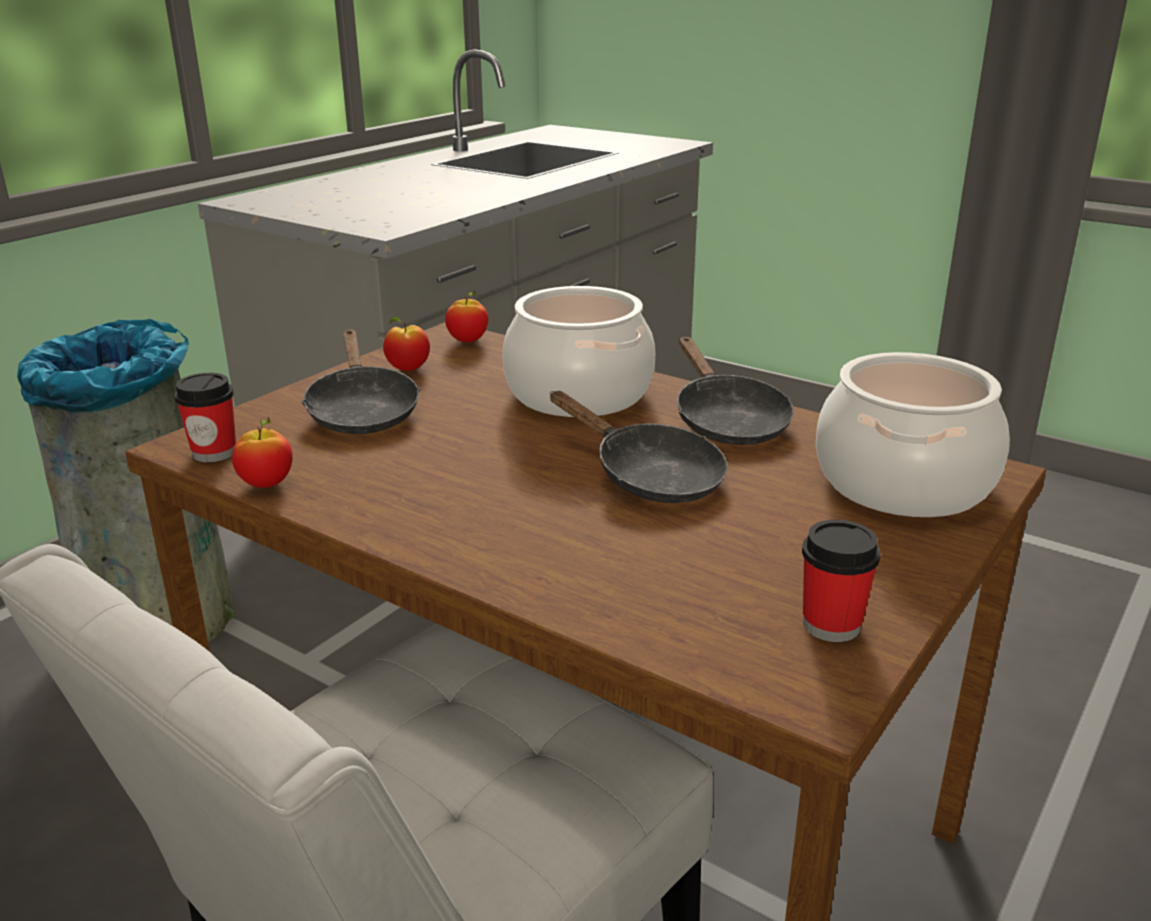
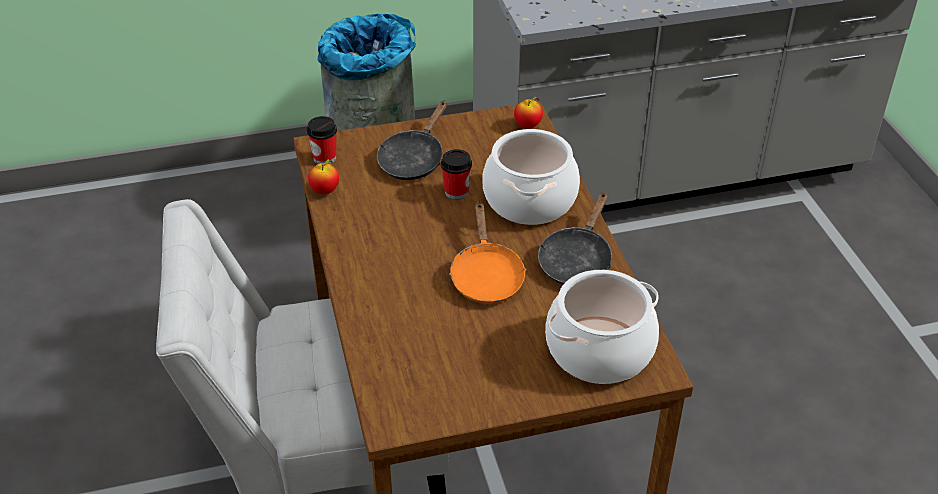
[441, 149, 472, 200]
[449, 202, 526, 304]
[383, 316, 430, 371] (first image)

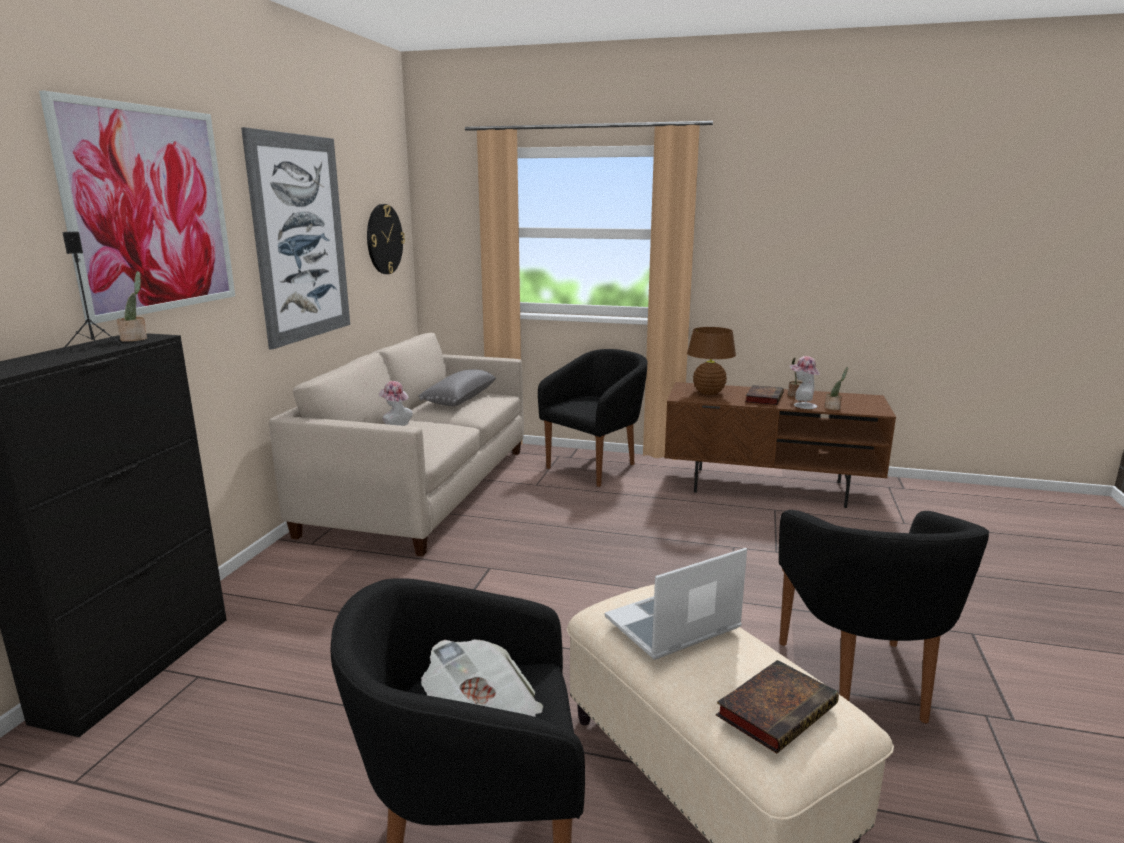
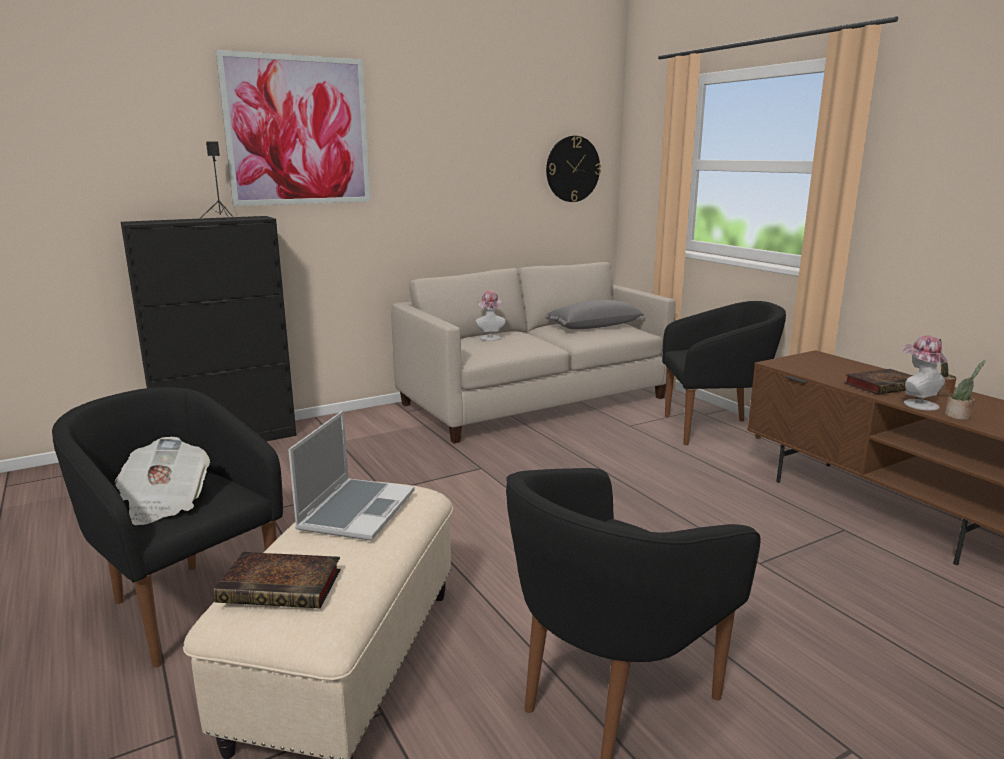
[288, 411, 415, 541]
[117, 271, 147, 342] (first image)
[241, 127, 350, 350] (first image)
[687, 327, 736, 395] (first image)

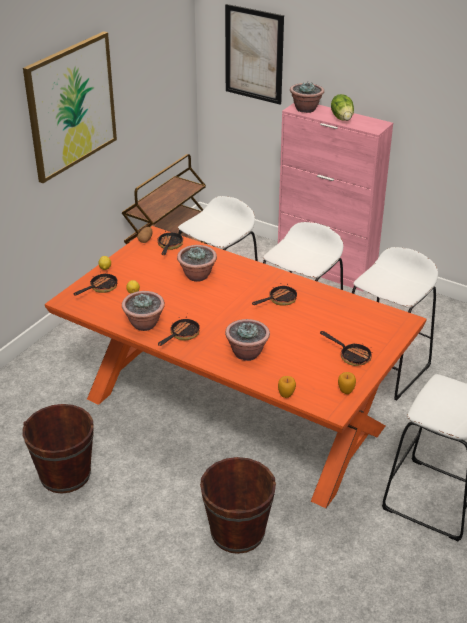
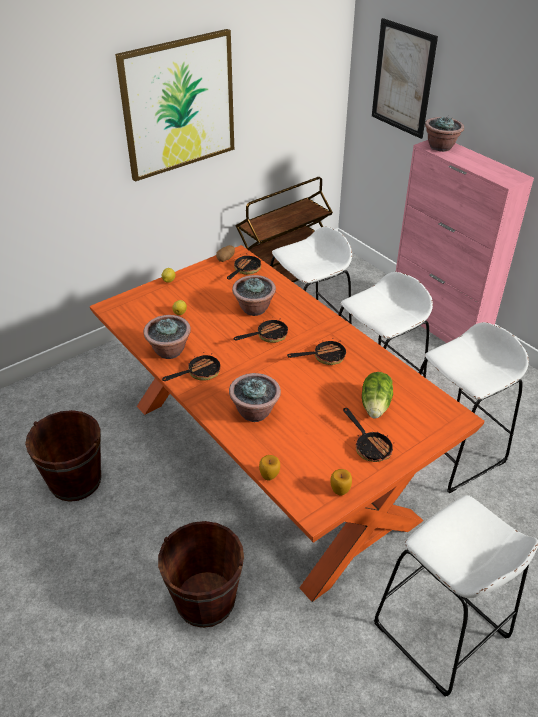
[234, 317, 288, 343]
[362, 372, 393, 419]

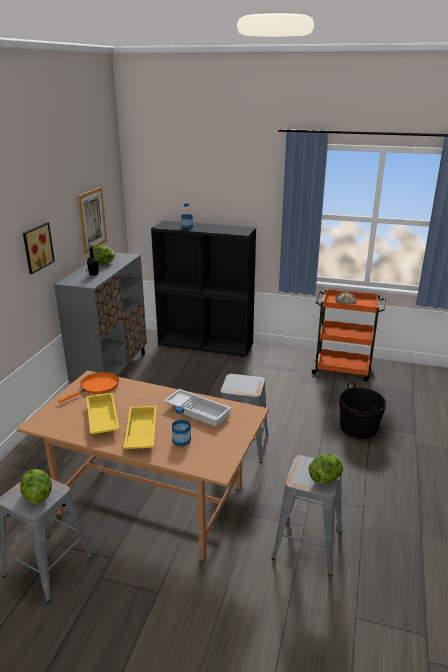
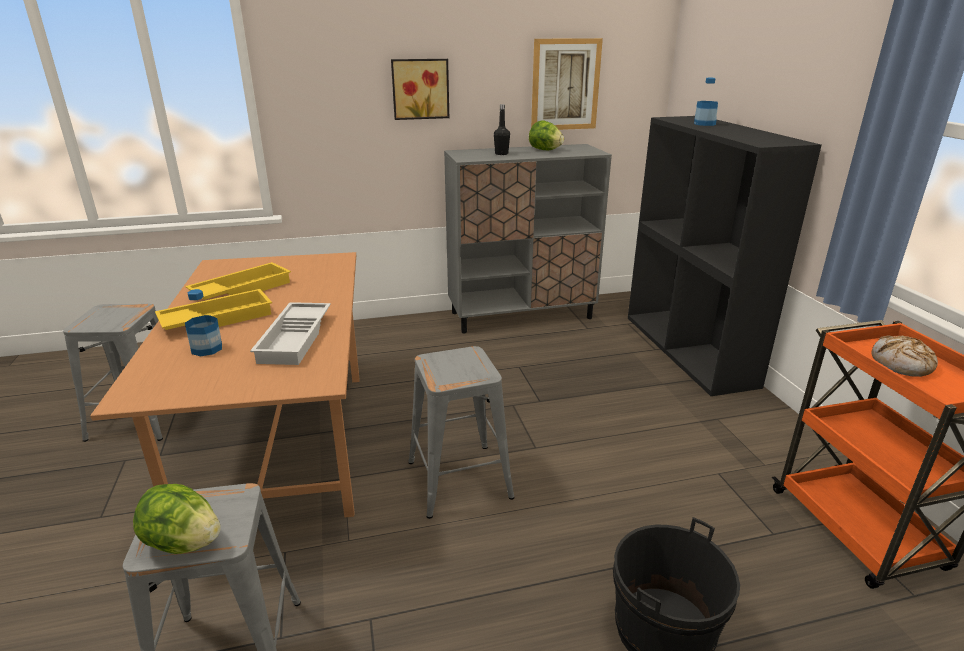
[20, 469, 52, 504] (first image)
[58, 372, 119, 403] (first image)

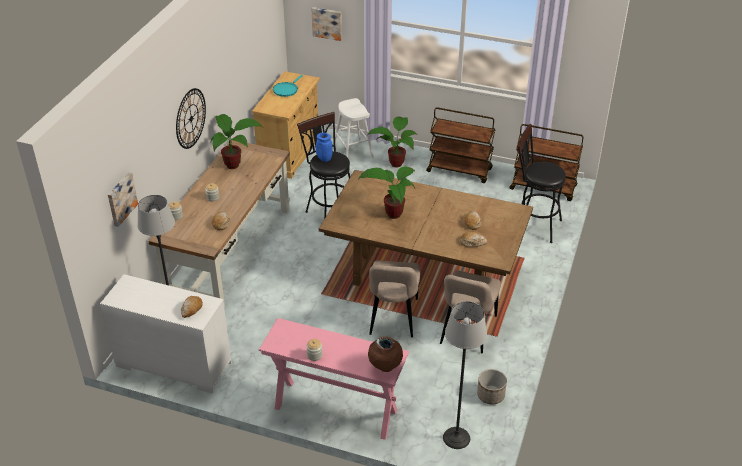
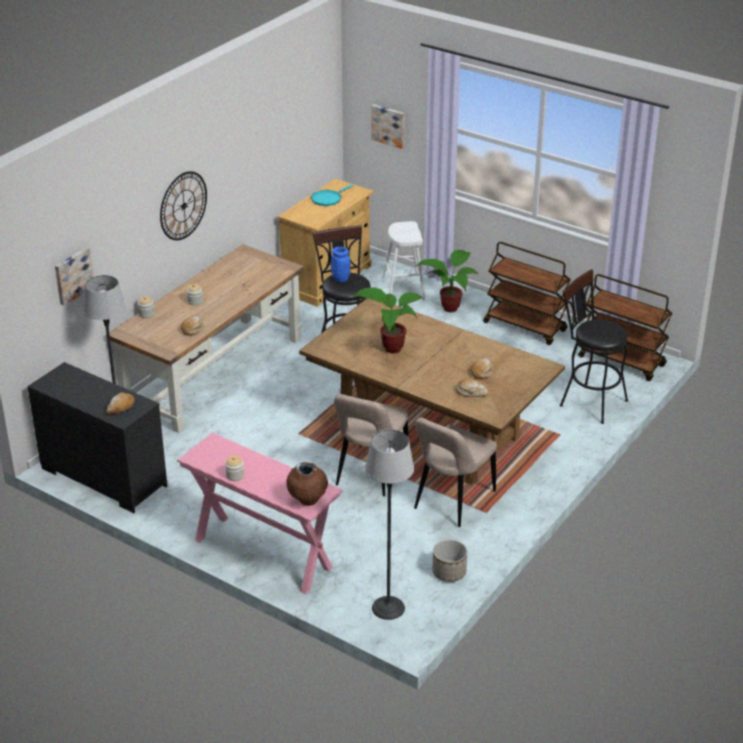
[28, 362, 168, 513]
[211, 114, 262, 169] (first image)

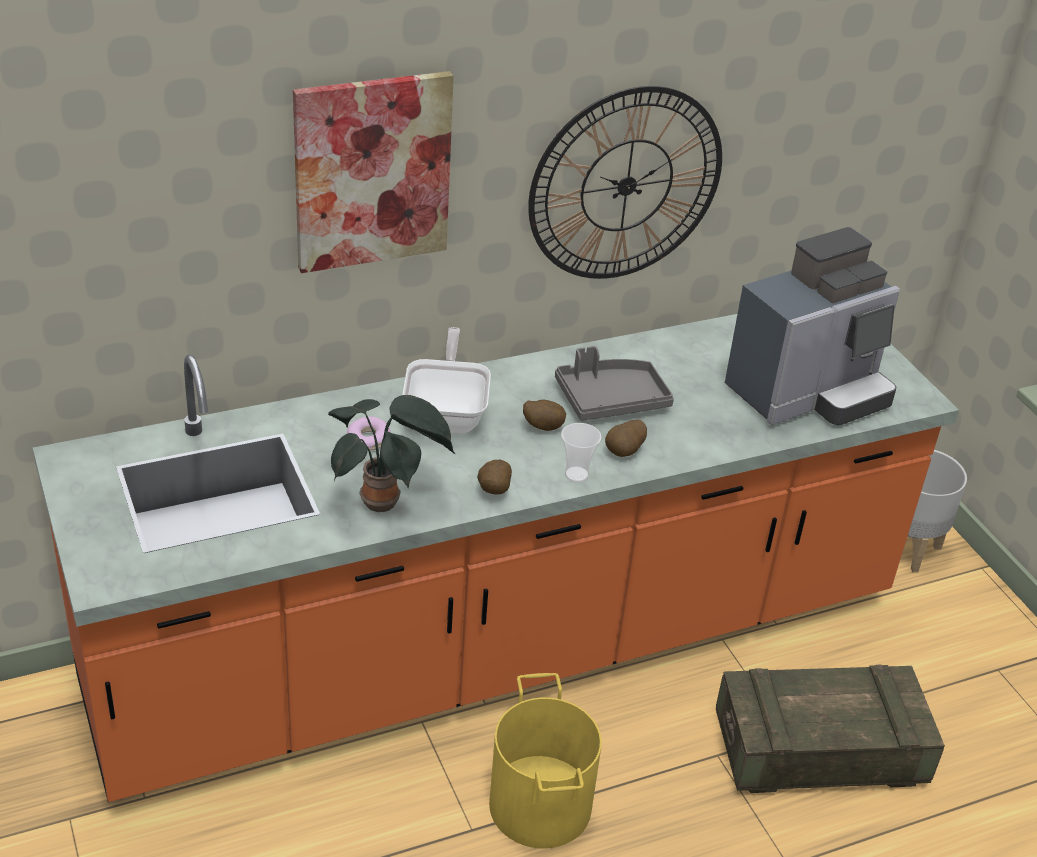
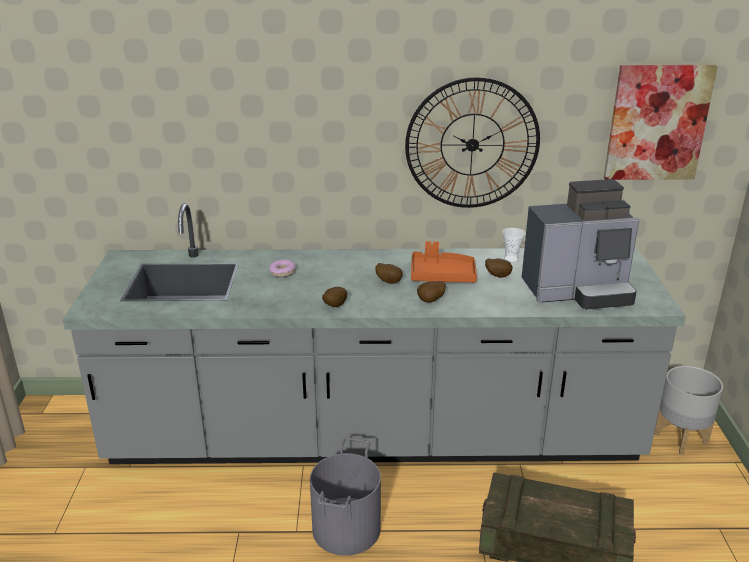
[62, 203, 686, 464]
[310, 437, 381, 556]
[411, 241, 477, 282]
[485, 258, 513, 278]
[502, 228, 526, 262]
[604, 65, 718, 180]
[328, 395, 455, 512] (first image)
[402, 327, 491, 434] (first image)

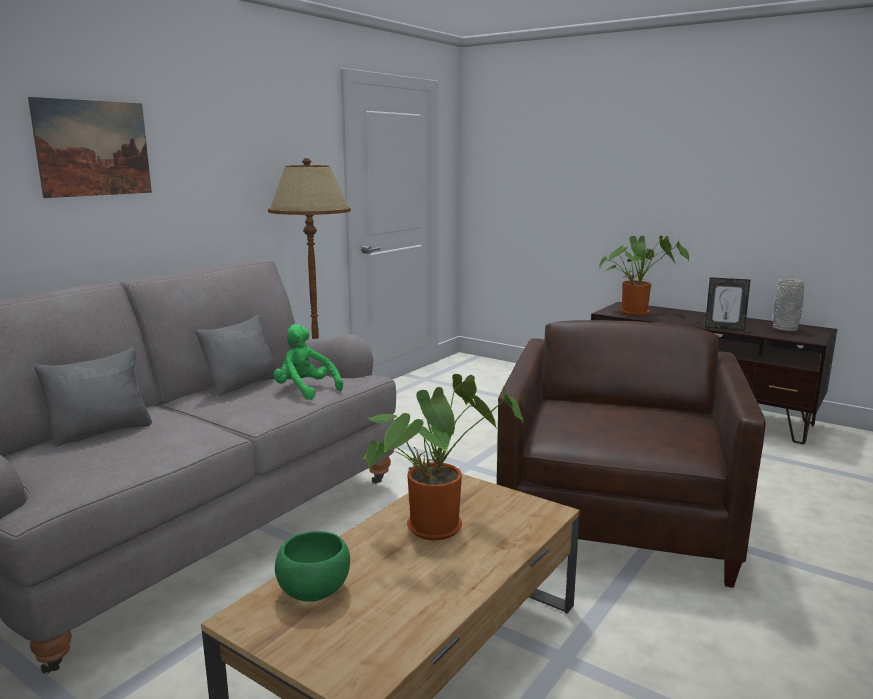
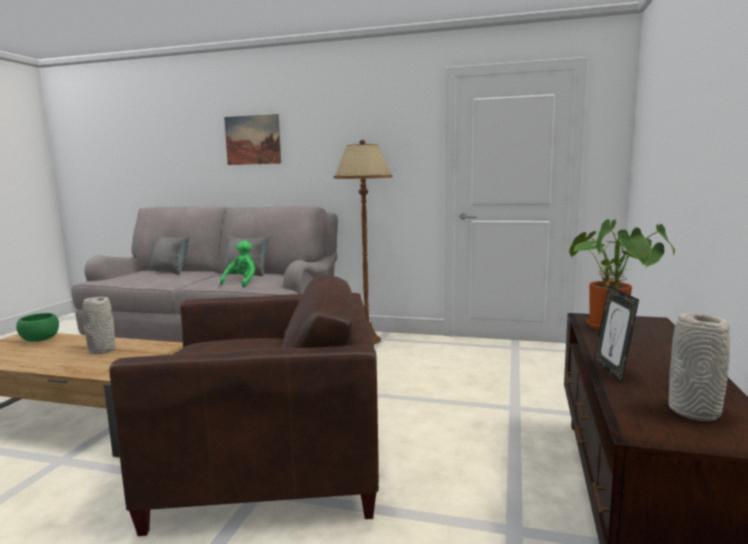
[82, 297, 115, 354]

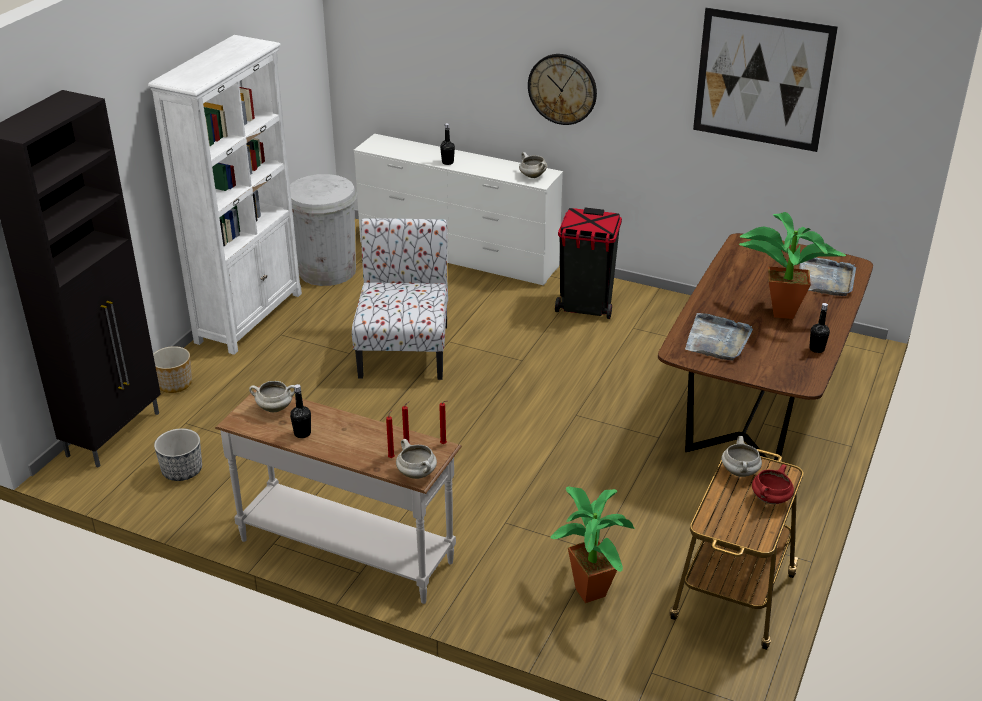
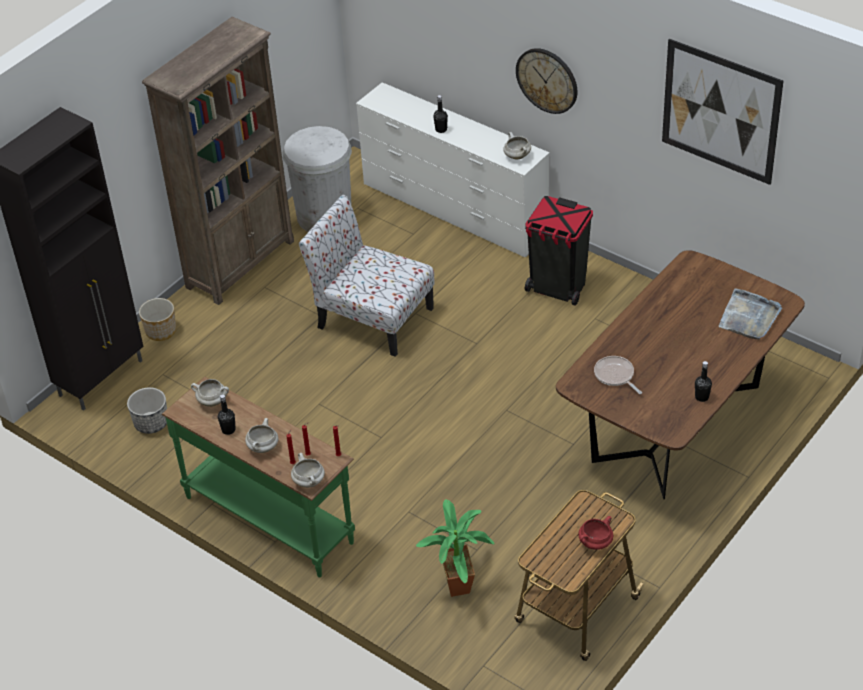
[142, 17, 294, 305]
[162, 377, 355, 577]
[245, 418, 279, 453]
[299, 195, 435, 357]
[594, 356, 642, 394]
[739, 212, 846, 319] (first image)

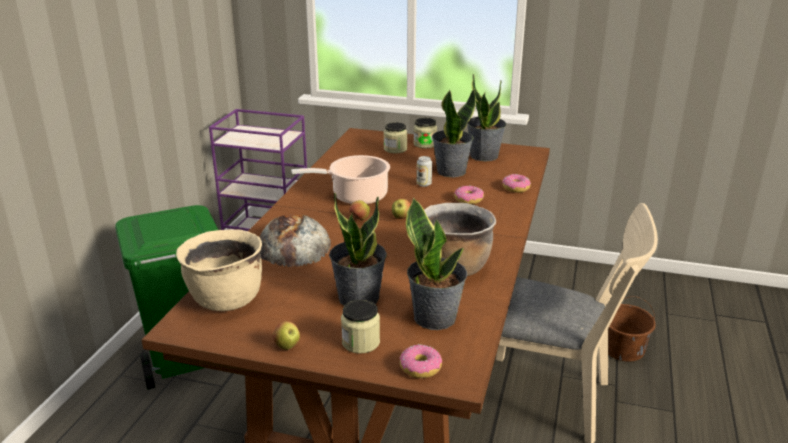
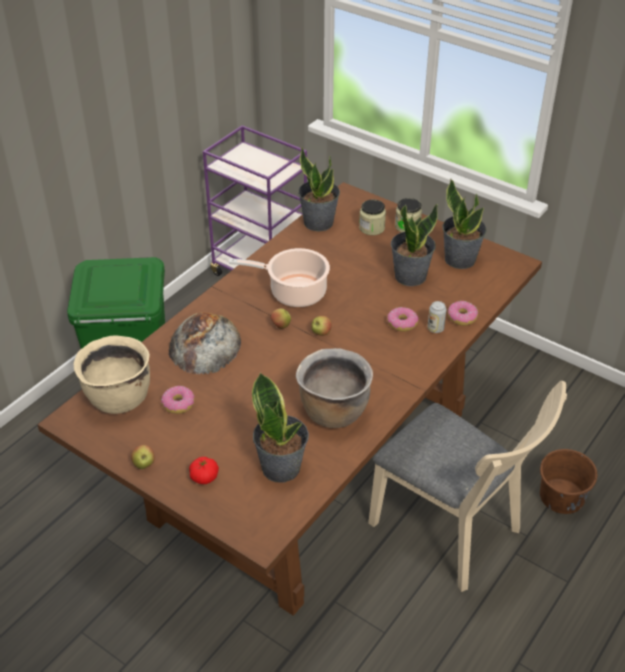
[161, 386, 195, 414]
[189, 457, 219, 484]
[298, 147, 340, 231]
[428, 301, 447, 333]

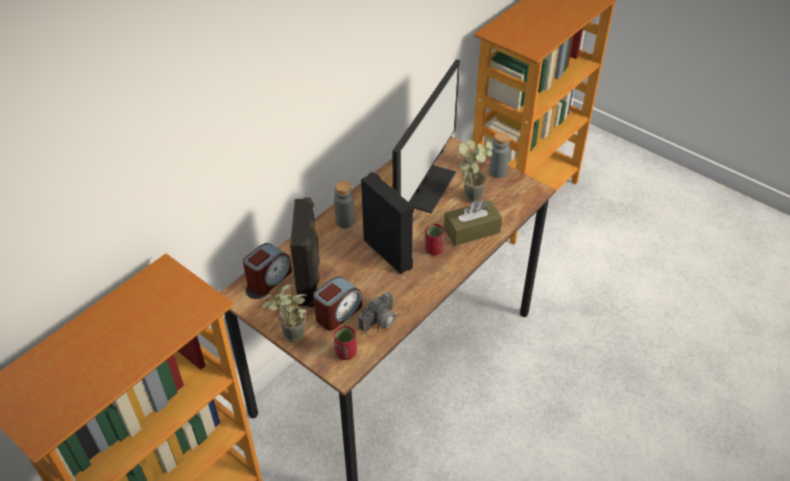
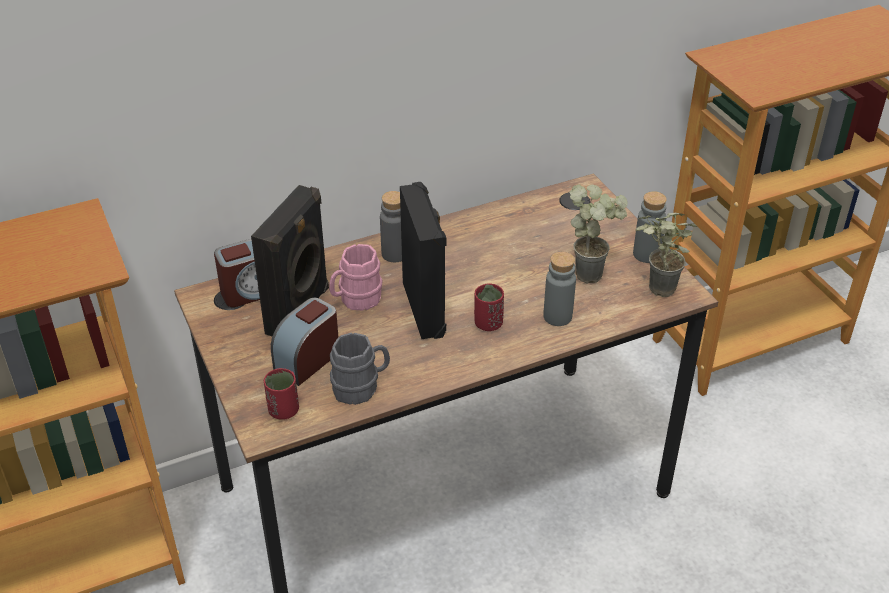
[271, 298, 339, 386]
[329, 244, 382, 311]
[330, 333, 390, 405]
[543, 252, 576, 326]
[635, 213, 697, 297]
[393, 59, 460, 214] (first image)

